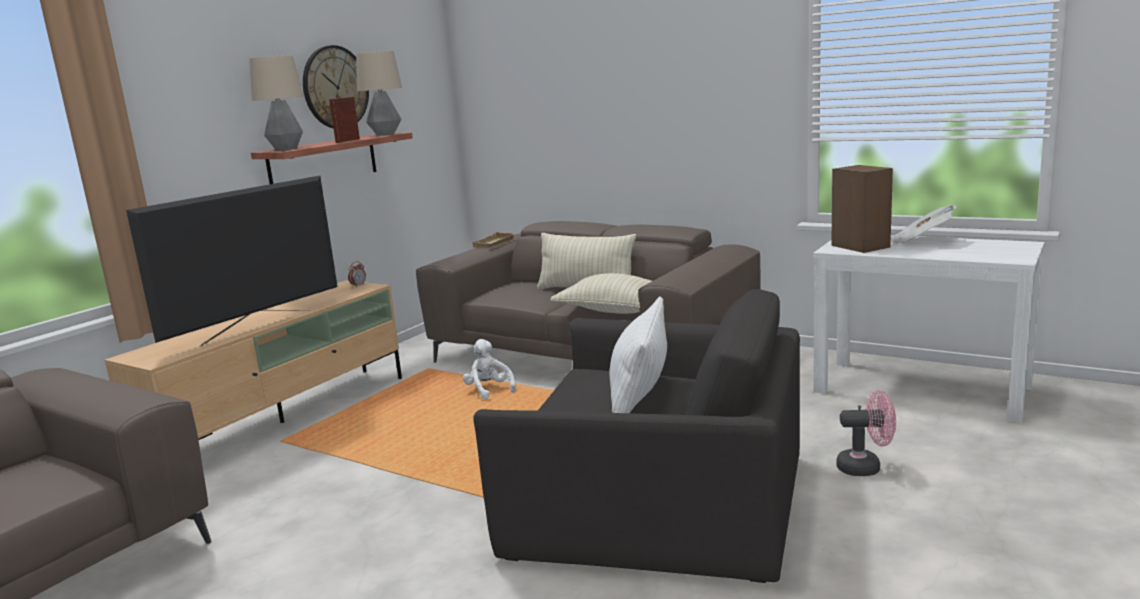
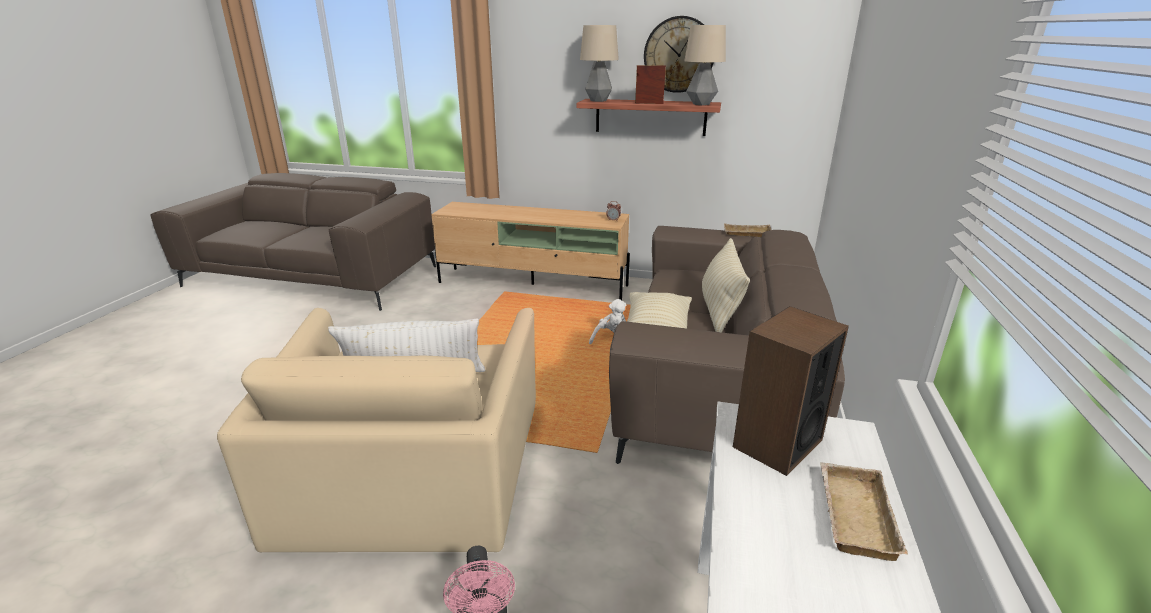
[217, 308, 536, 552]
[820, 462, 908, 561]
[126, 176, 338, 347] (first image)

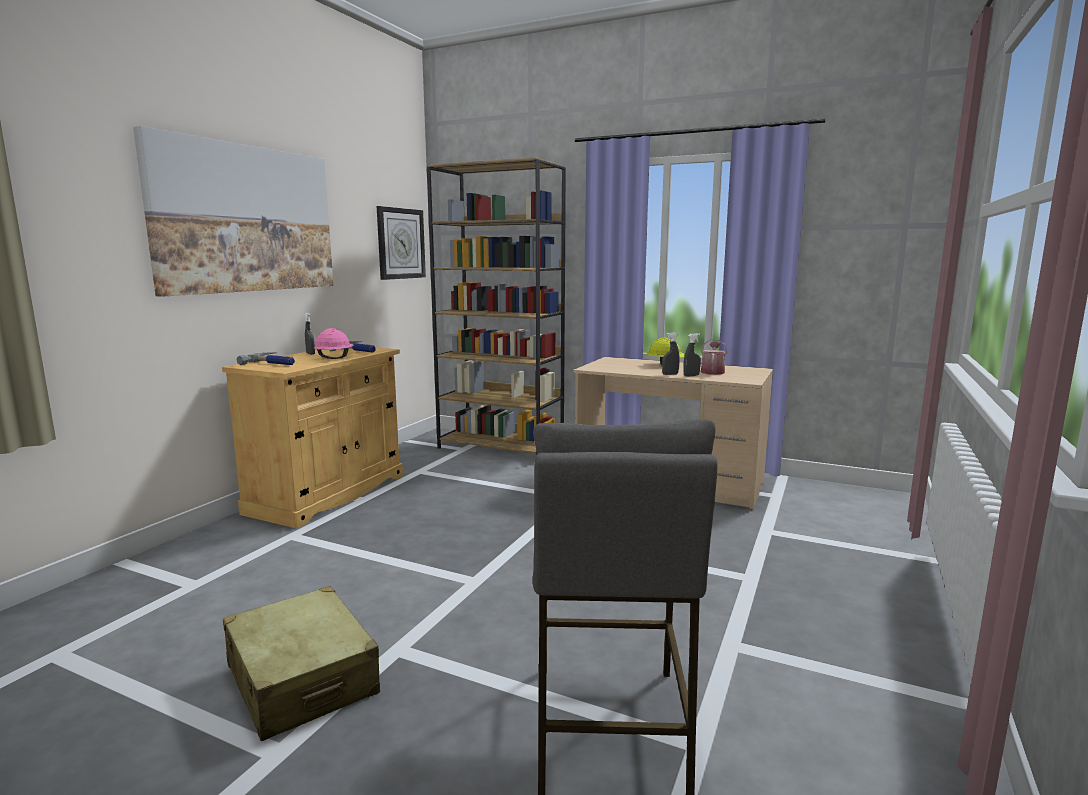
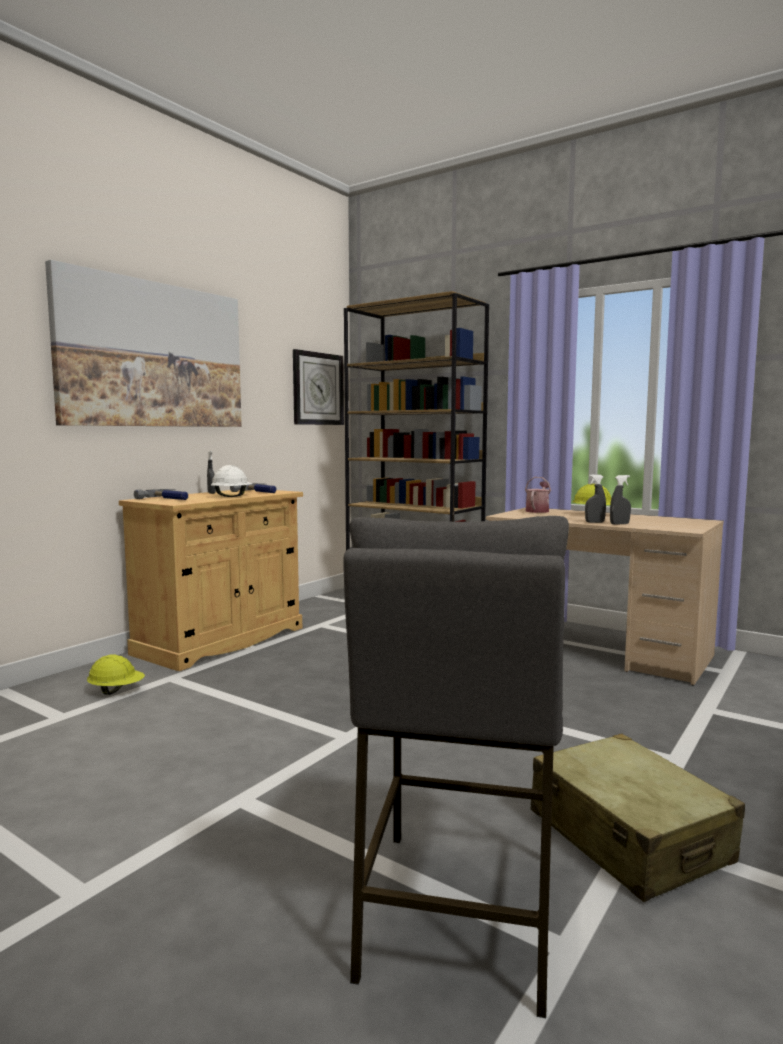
[87, 654, 145, 695]
[211, 465, 252, 497]
[525, 477, 551, 513]
[531, 733, 745, 902]

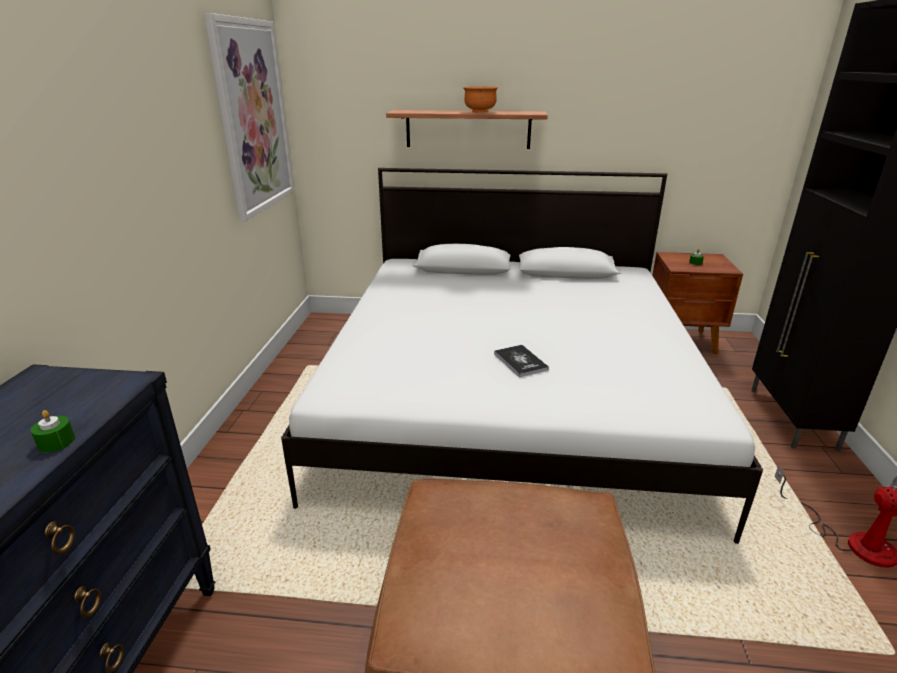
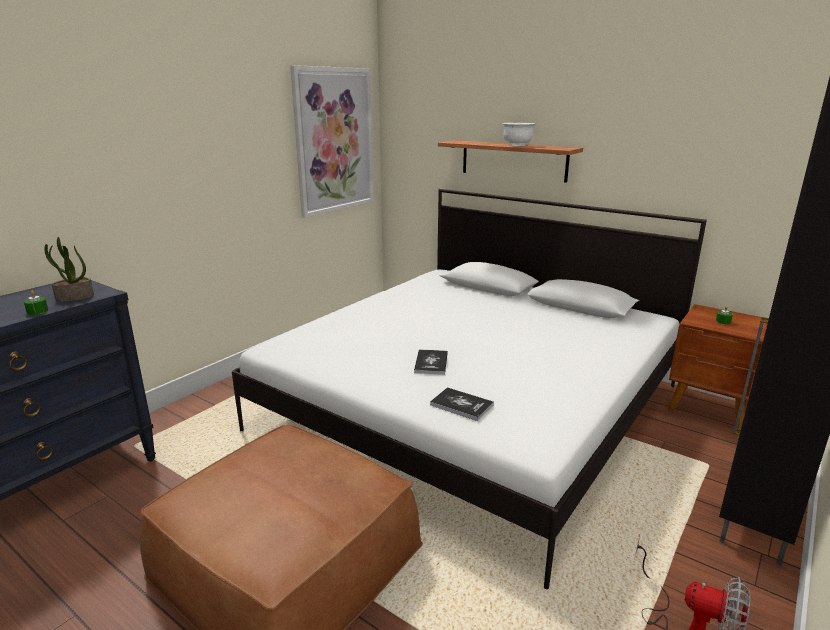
[44, 237, 94, 302]
[430, 387, 494, 421]
[502, 123, 536, 146]

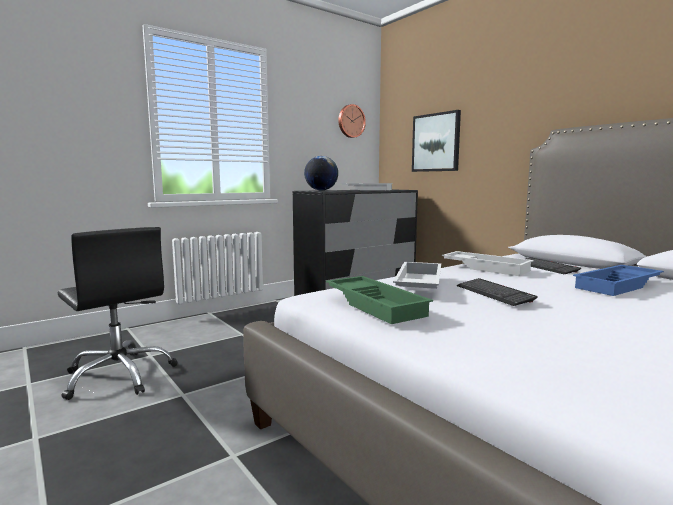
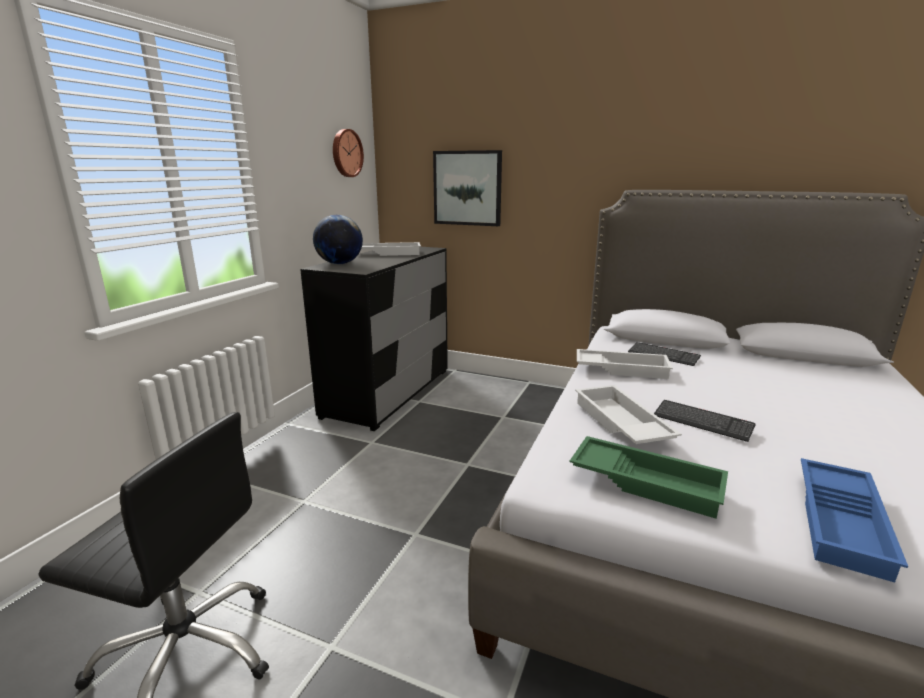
[801, 458, 908, 582]

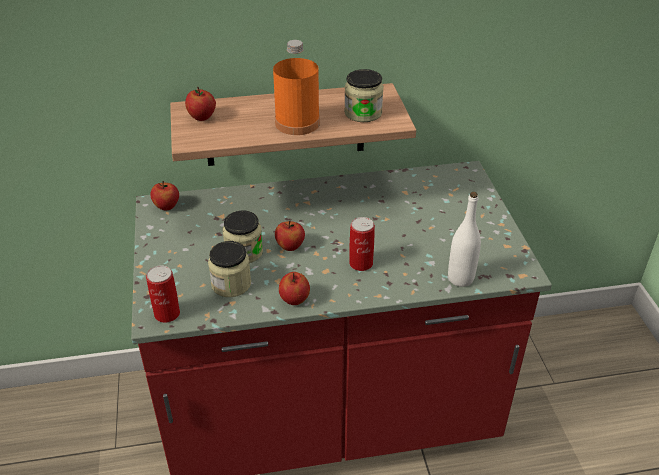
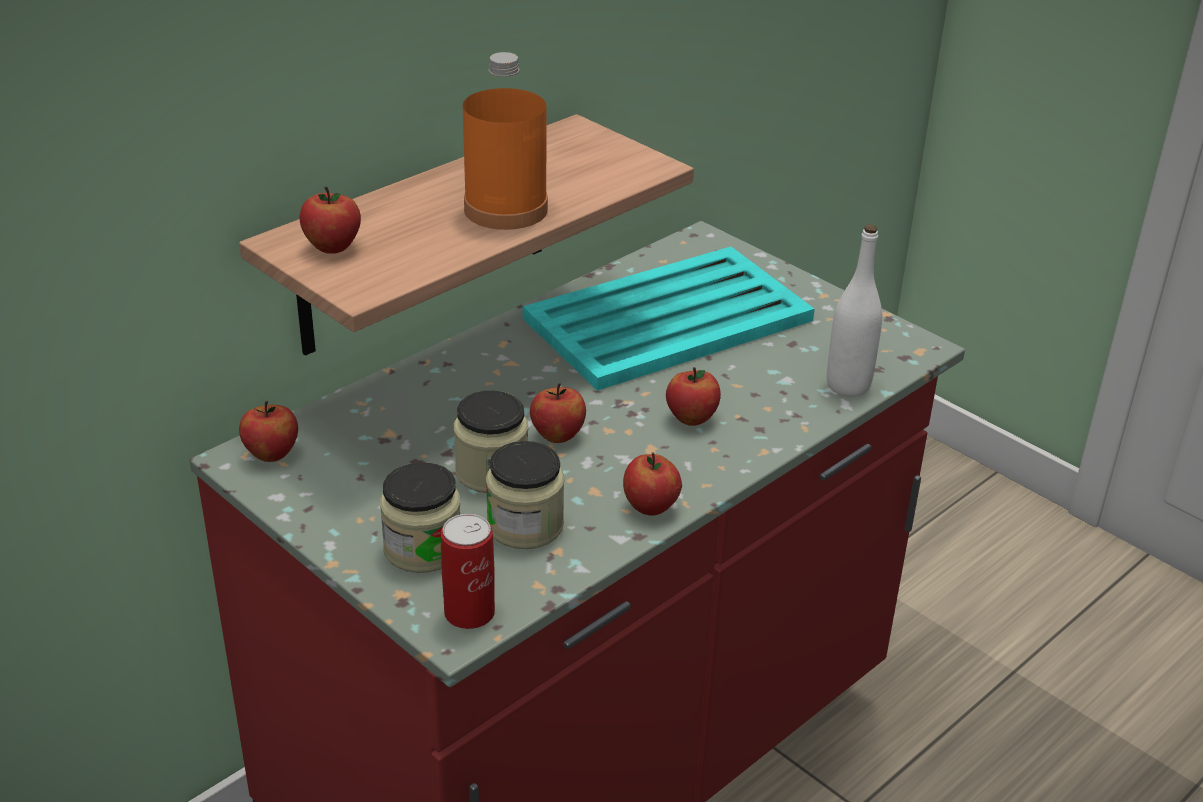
[380, 462, 460, 573]
[523, 247, 815, 391]
[666, 367, 721, 426]

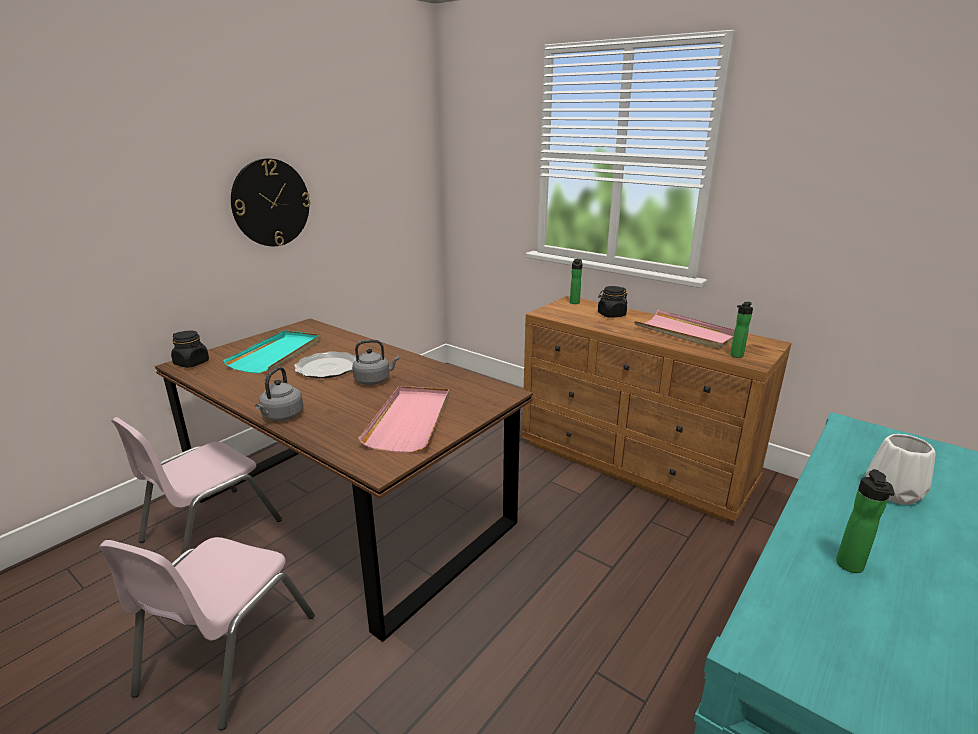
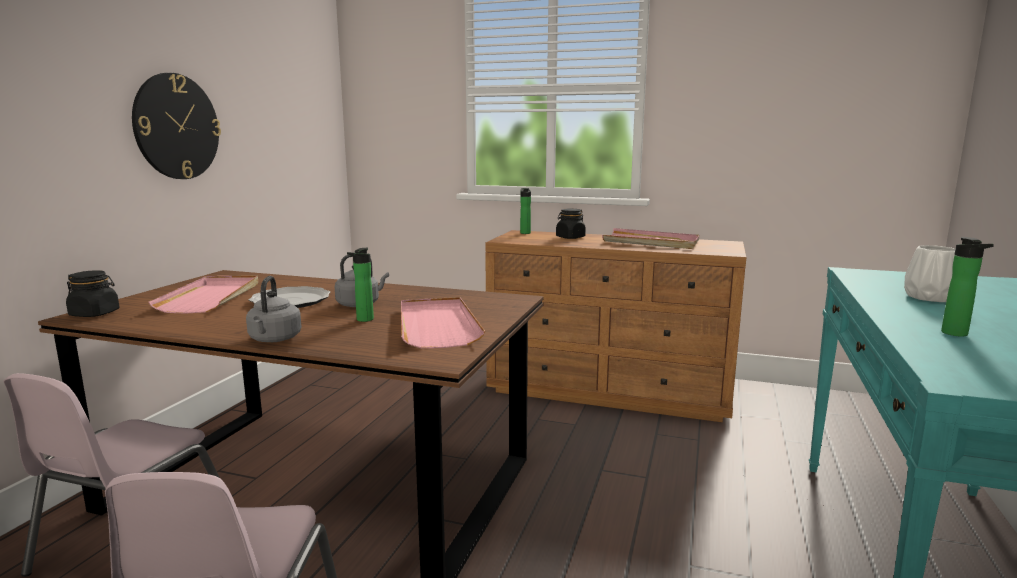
[148, 276, 258, 314]
[347, 248, 374, 322]

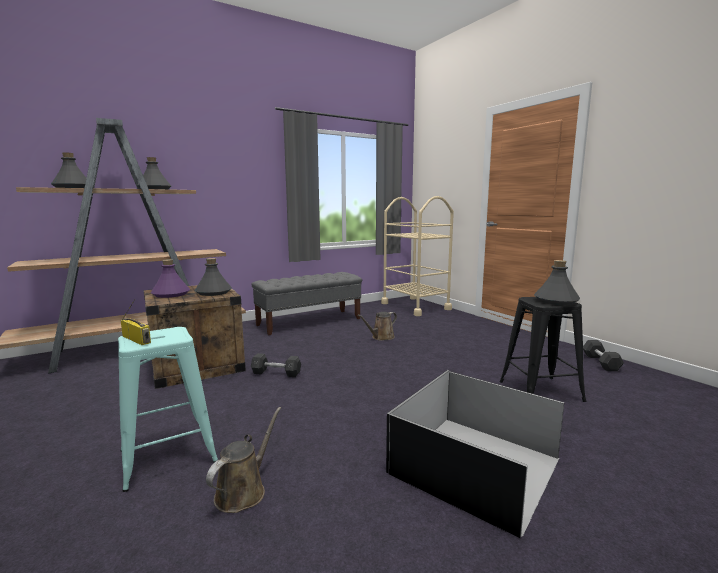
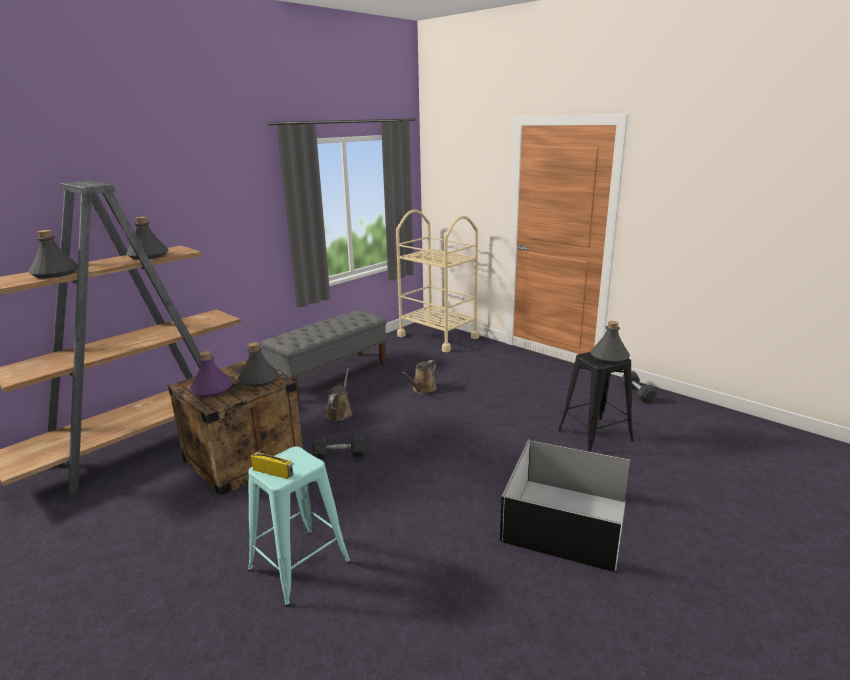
[326, 368, 352, 421]

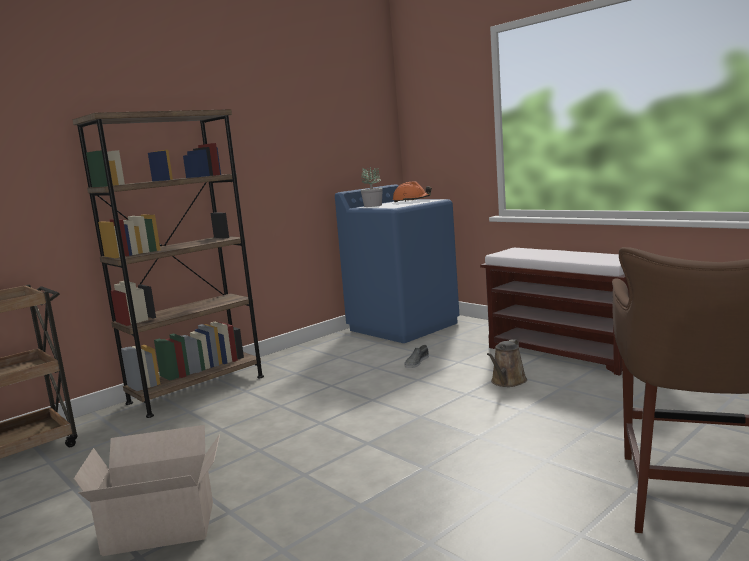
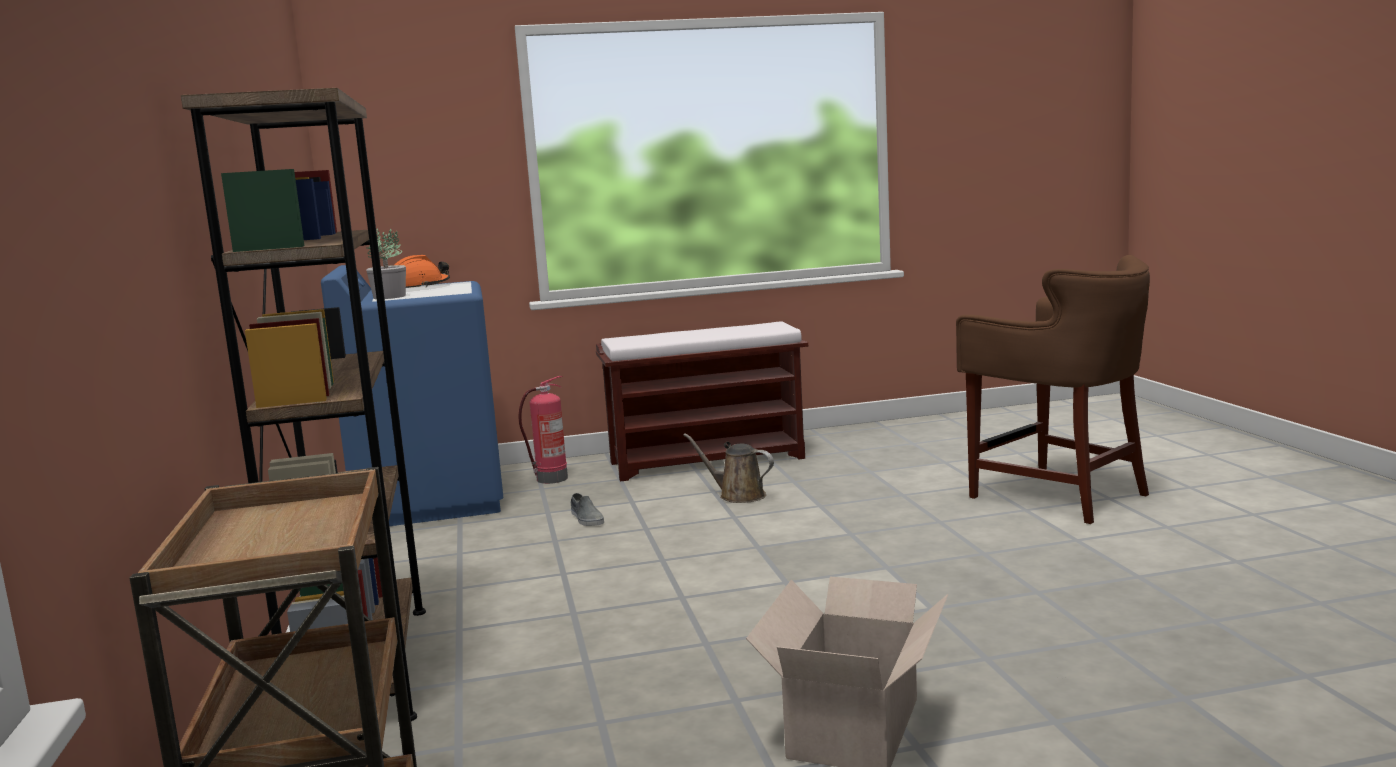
[519, 376, 568, 484]
[683, 433, 774, 503]

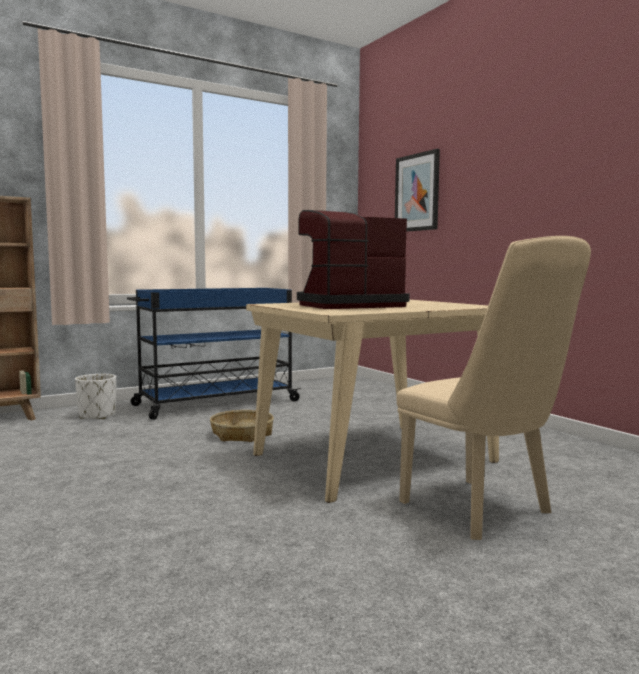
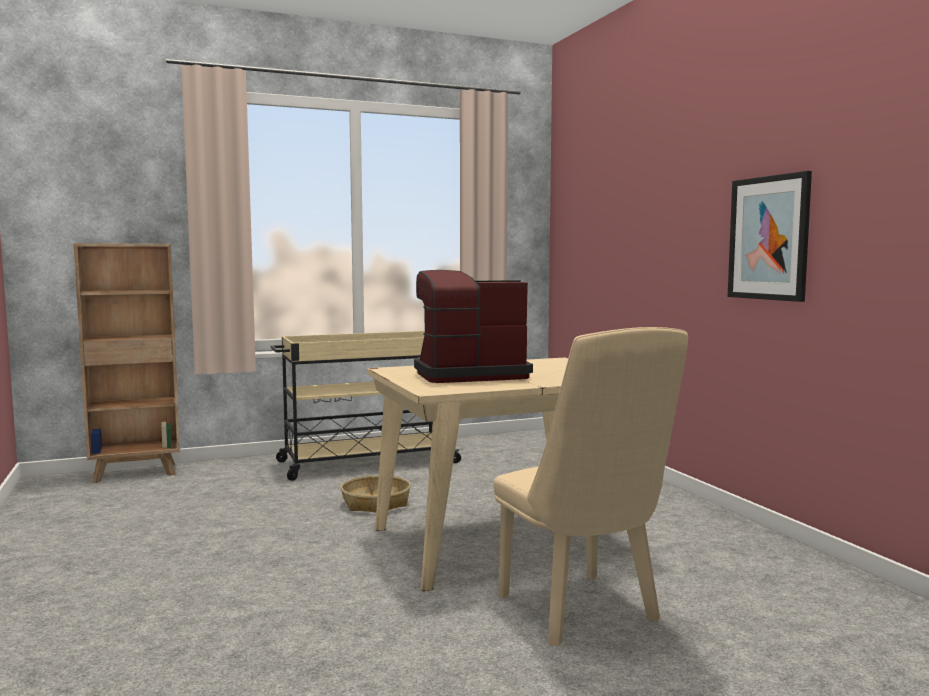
[271, 331, 463, 481]
[727, 171, 812, 302]
[75, 374, 116, 419] (first image)

